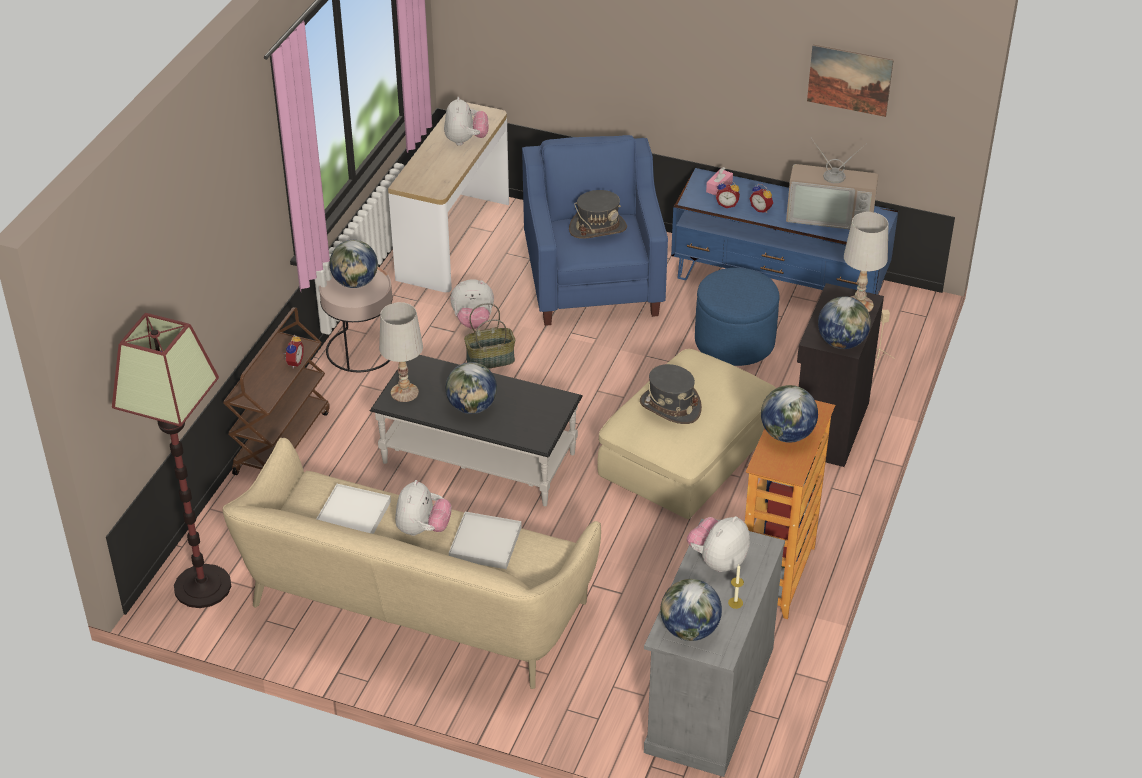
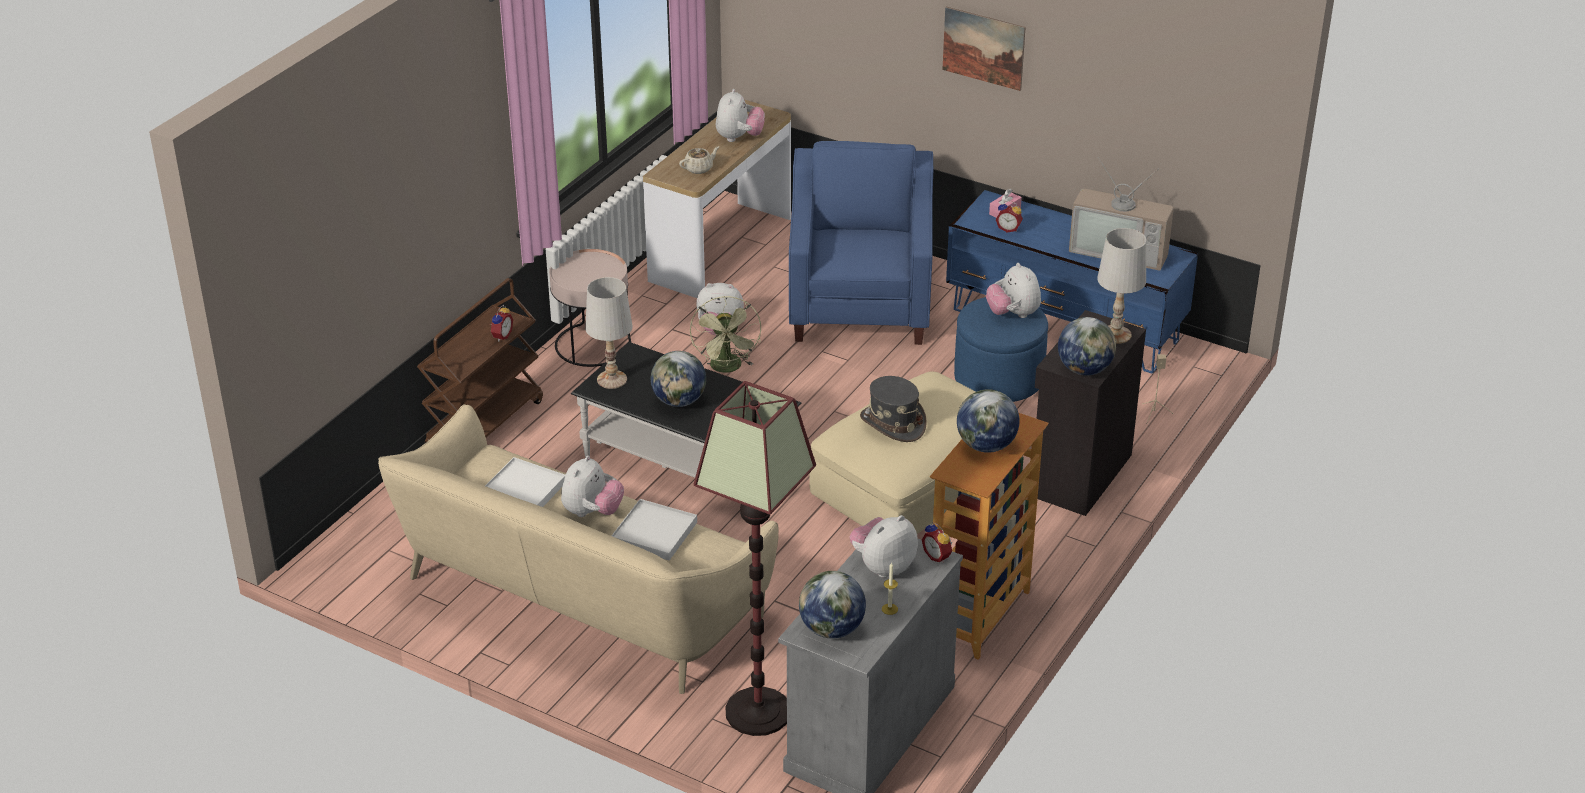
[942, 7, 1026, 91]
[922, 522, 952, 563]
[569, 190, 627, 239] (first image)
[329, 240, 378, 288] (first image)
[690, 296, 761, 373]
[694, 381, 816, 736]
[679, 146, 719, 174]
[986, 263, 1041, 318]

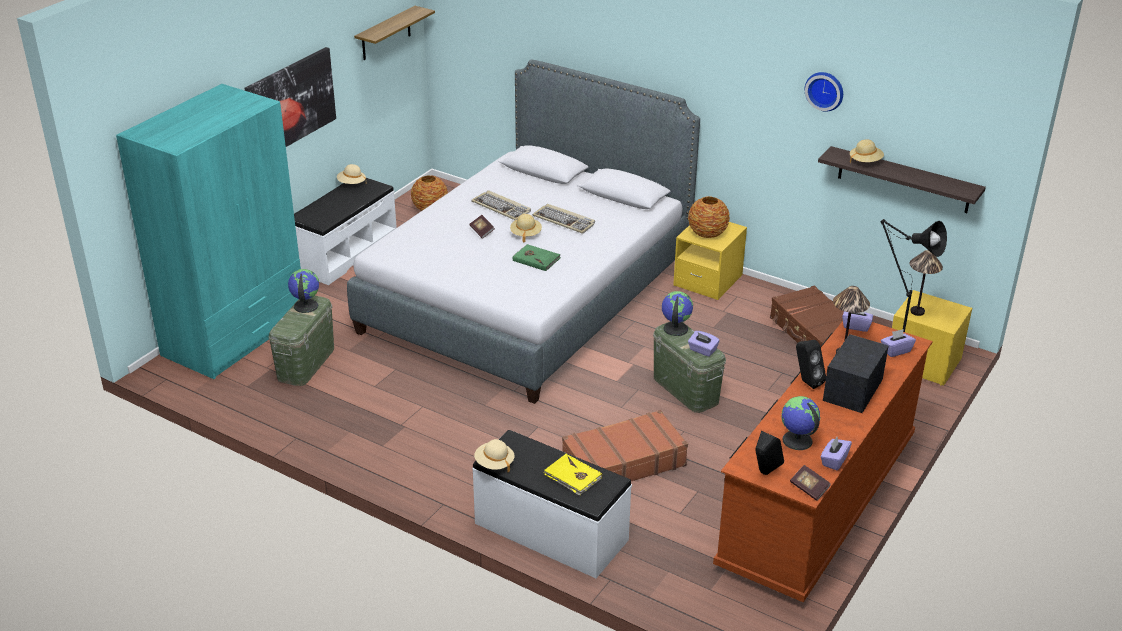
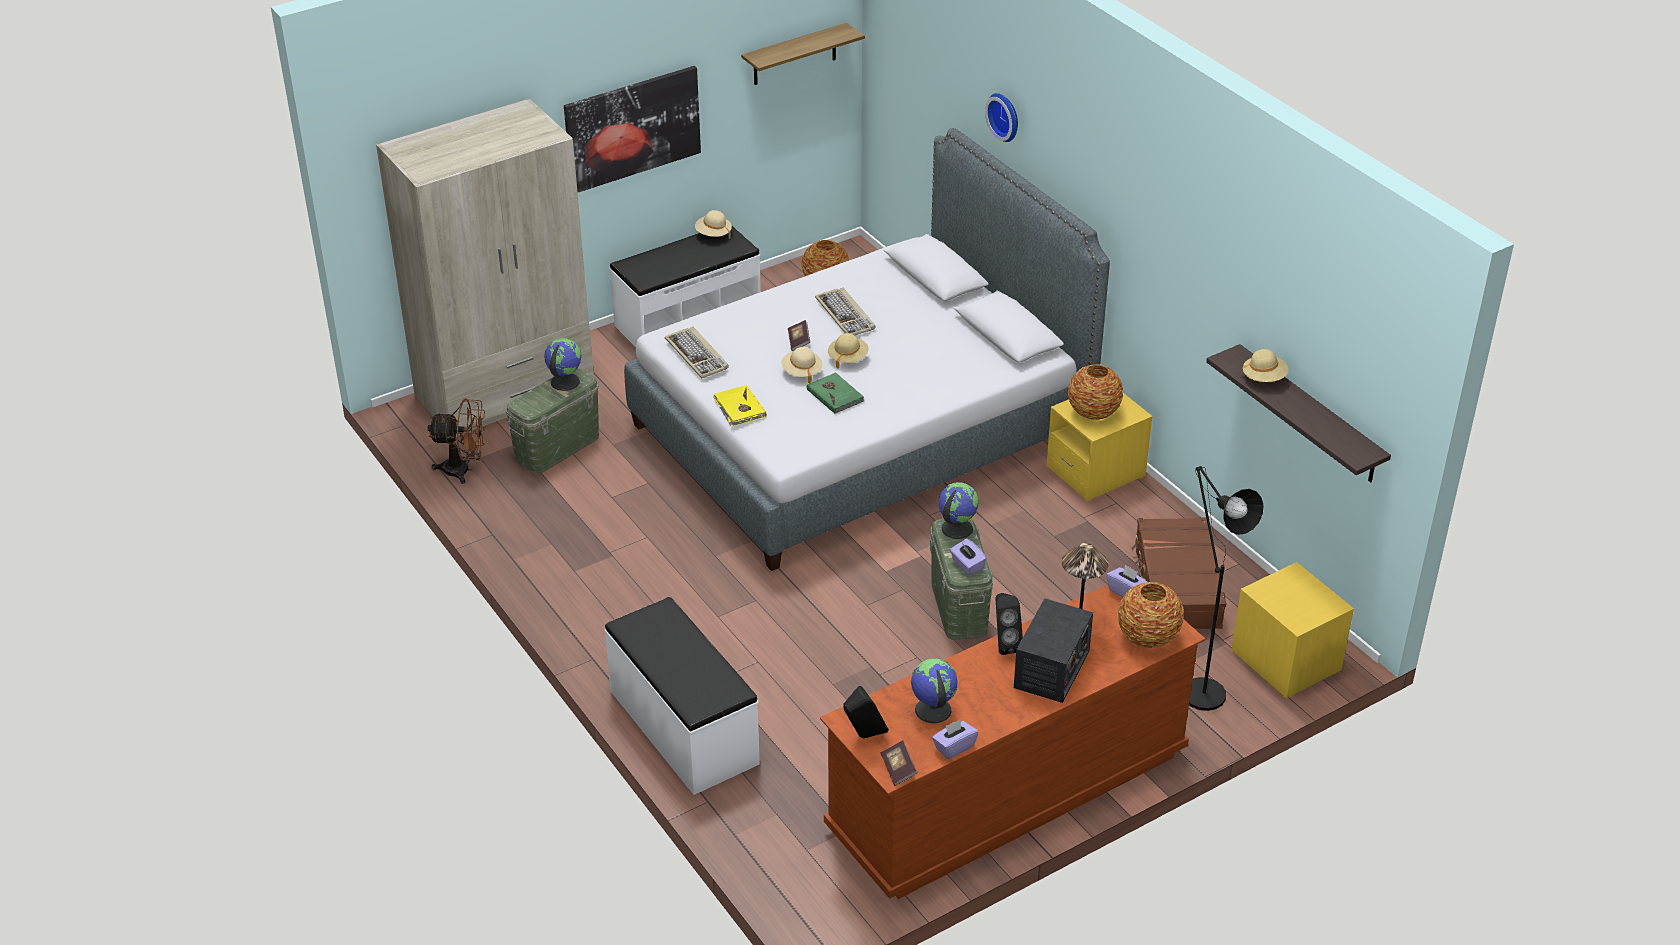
[985, 93, 1018, 142]
[376, 99, 594, 436]
[665, 327, 729, 378]
[910, 250, 943, 316] (first image)
[1117, 582, 1184, 648]
[1014, 598, 1093, 703]
[562, 410, 688, 481] (first image)
[781, 347, 823, 383]
[714, 385, 766, 426]
[427, 398, 486, 484]

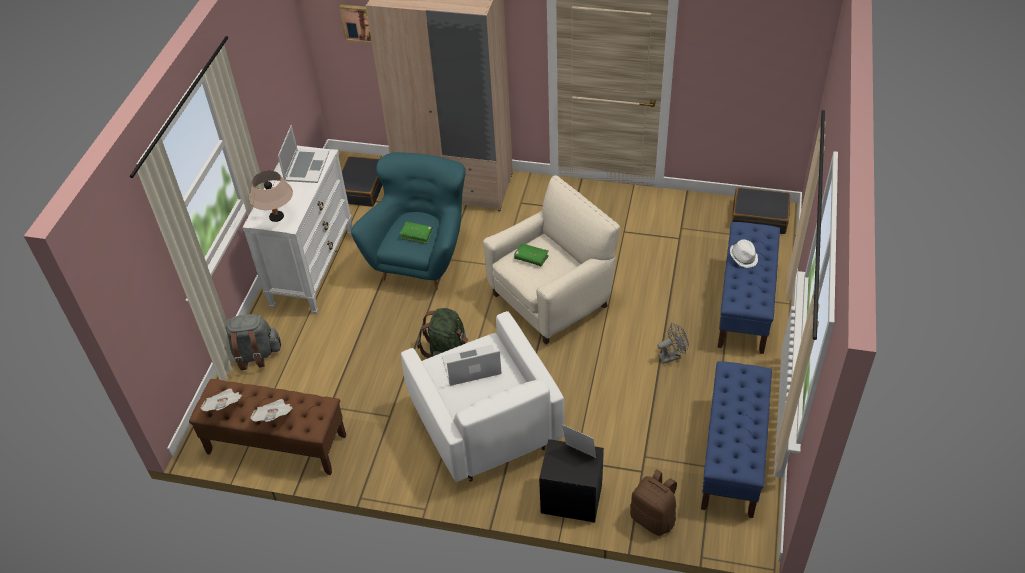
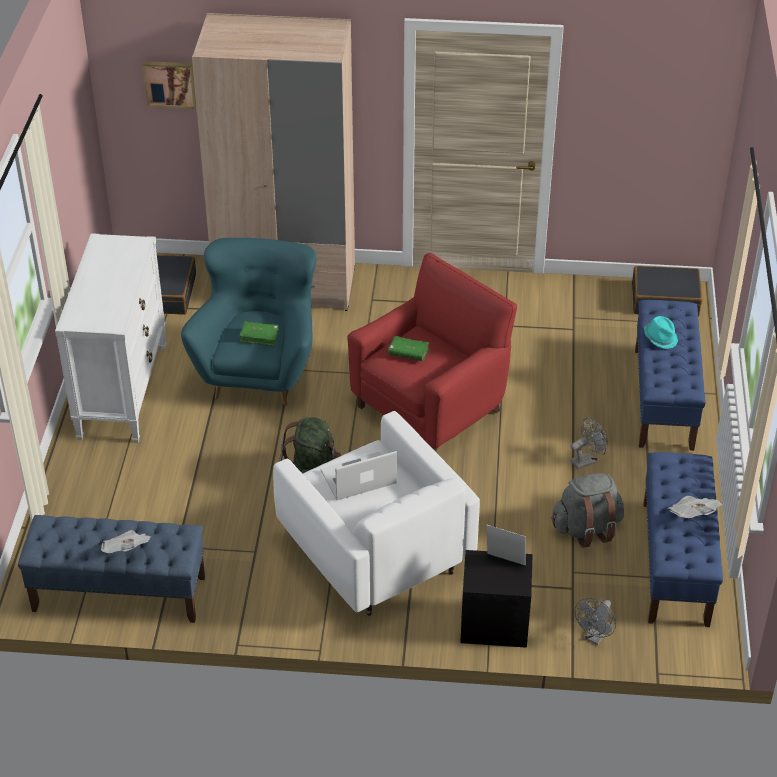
[278, 125, 329, 183] (first image)
[248, 171, 293, 222] (first image)
[348, 253, 517, 452]
[644, 316, 678, 349]
[551, 473, 624, 548]
[18, 515, 205, 623]
[667, 496, 722, 518]
[575, 598, 616, 645]

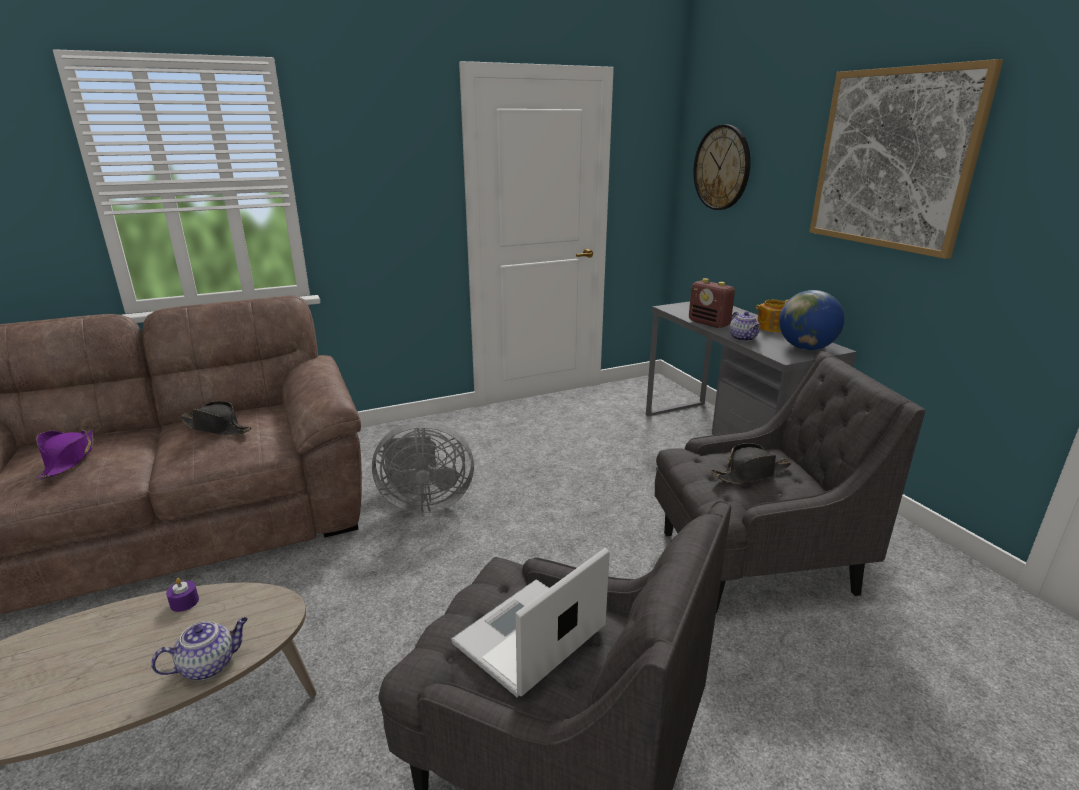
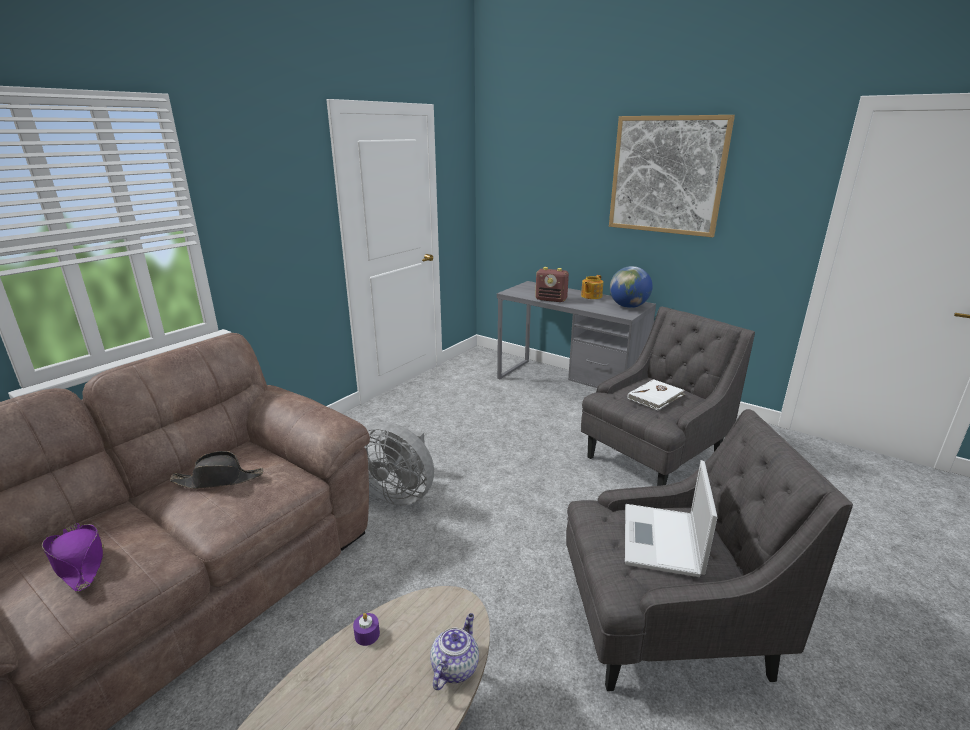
[694, 125, 751, 210] (first image)
[730, 311, 760, 341] (first image)
[365, 422, 434, 505]
[628, 379, 686, 410]

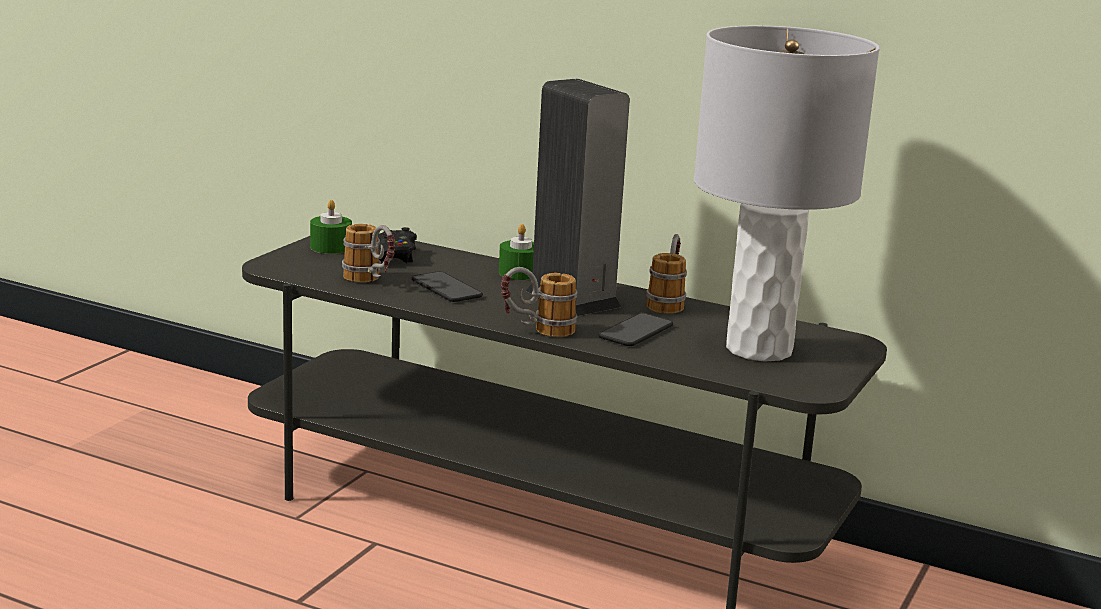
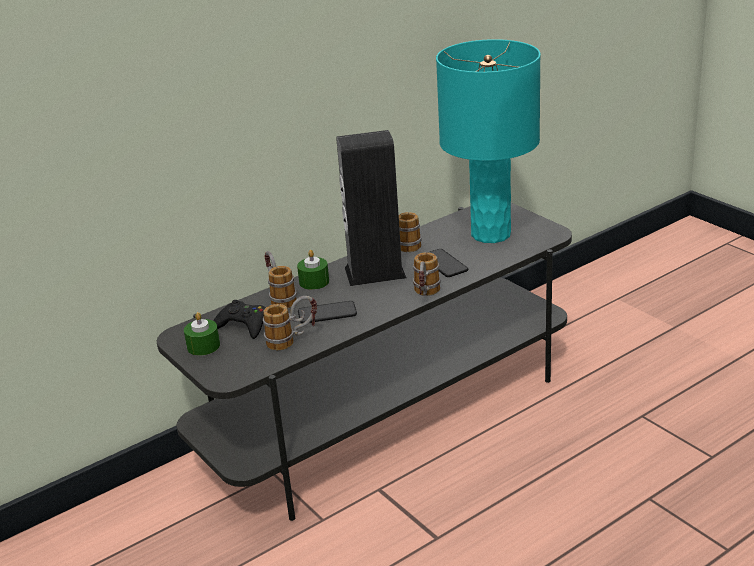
[436, 39, 541, 243]
[264, 251, 297, 308]

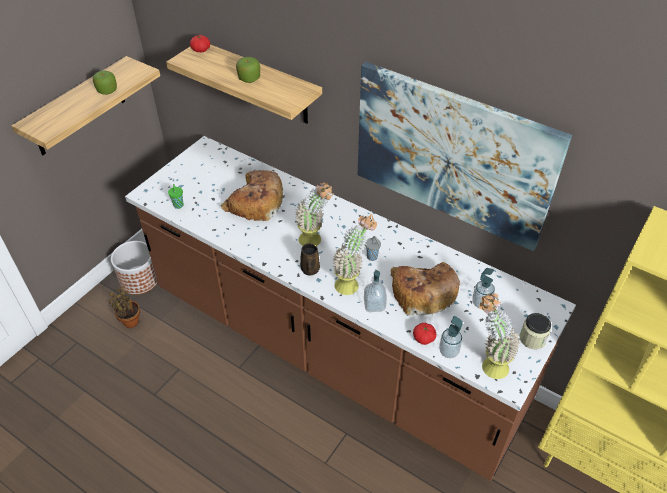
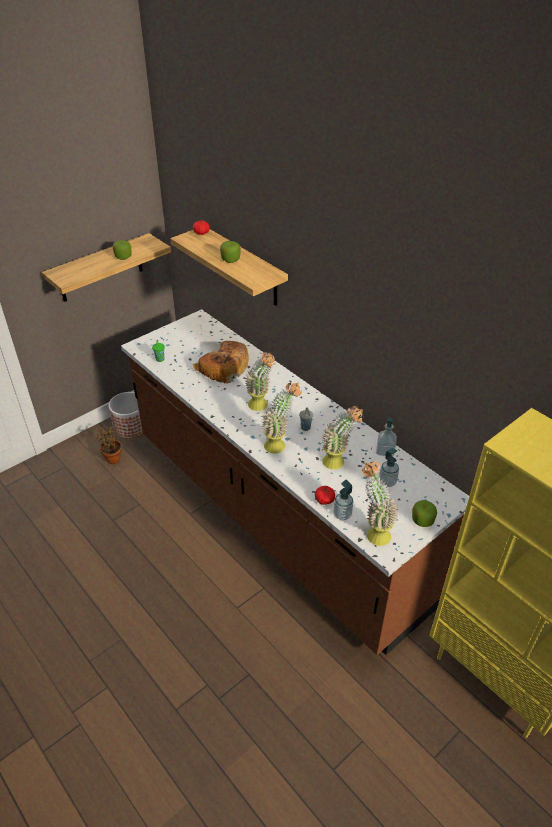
[358, 62, 572, 251] (first image)
[300, 243, 320, 275] (first image)
[322, 406, 363, 469]
[376, 418, 397, 456]
[412, 500, 437, 527]

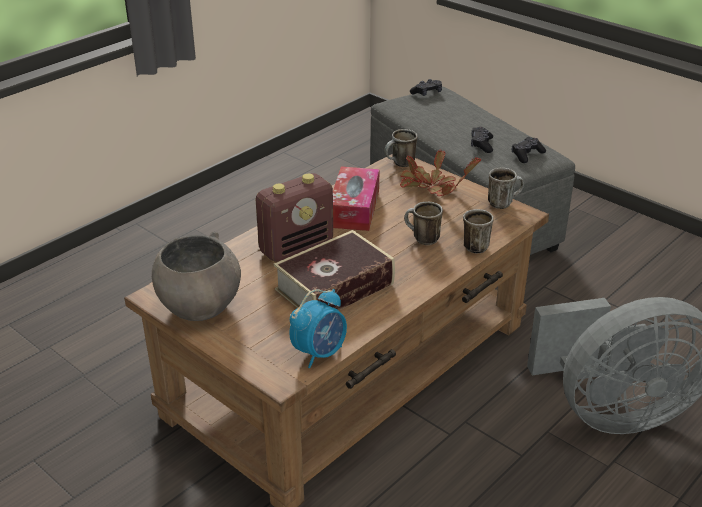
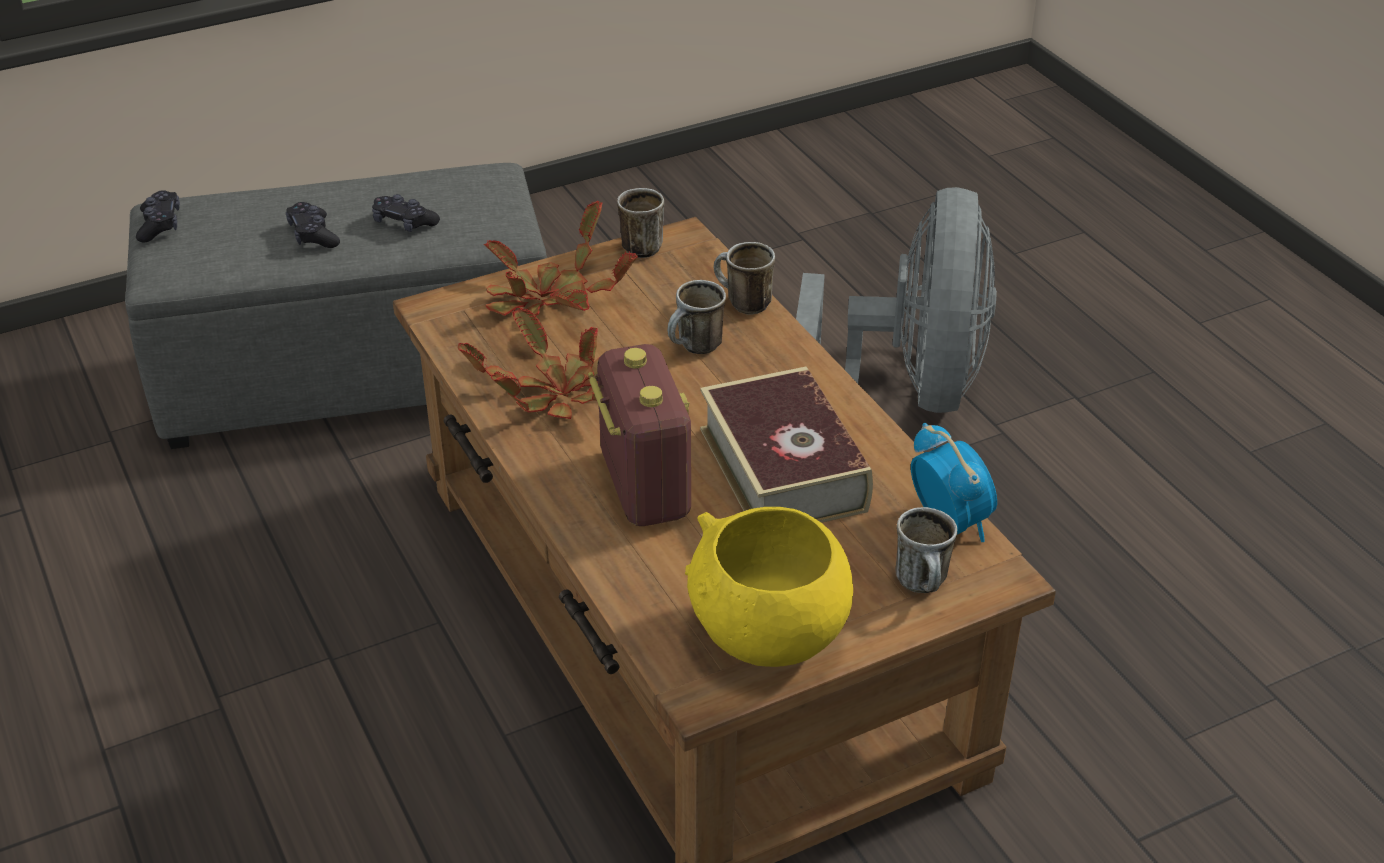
[895, 507, 957, 593]
[286, 202, 340, 248]
[458, 307, 599, 419]
[685, 507, 853, 667]

